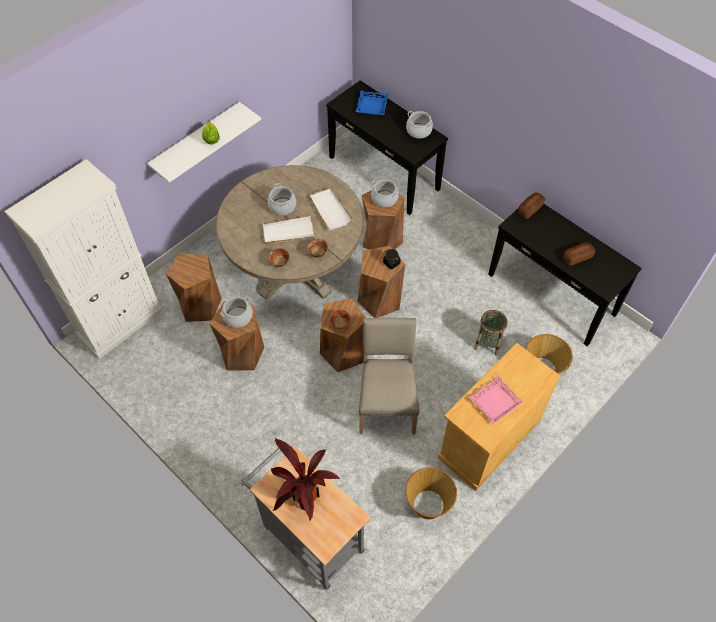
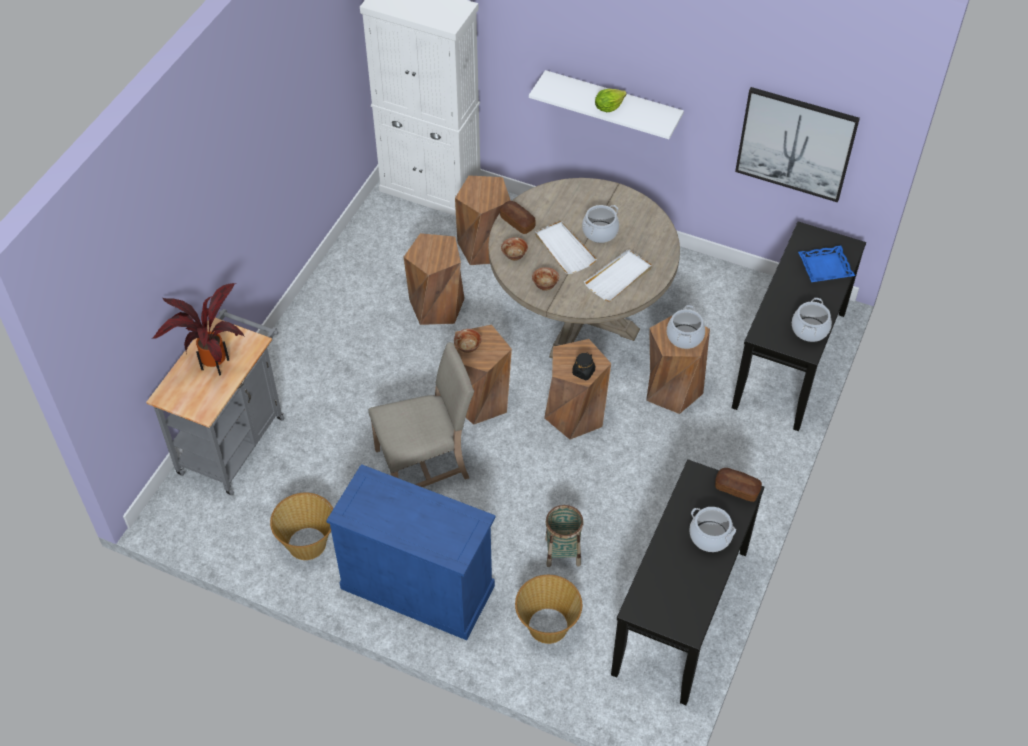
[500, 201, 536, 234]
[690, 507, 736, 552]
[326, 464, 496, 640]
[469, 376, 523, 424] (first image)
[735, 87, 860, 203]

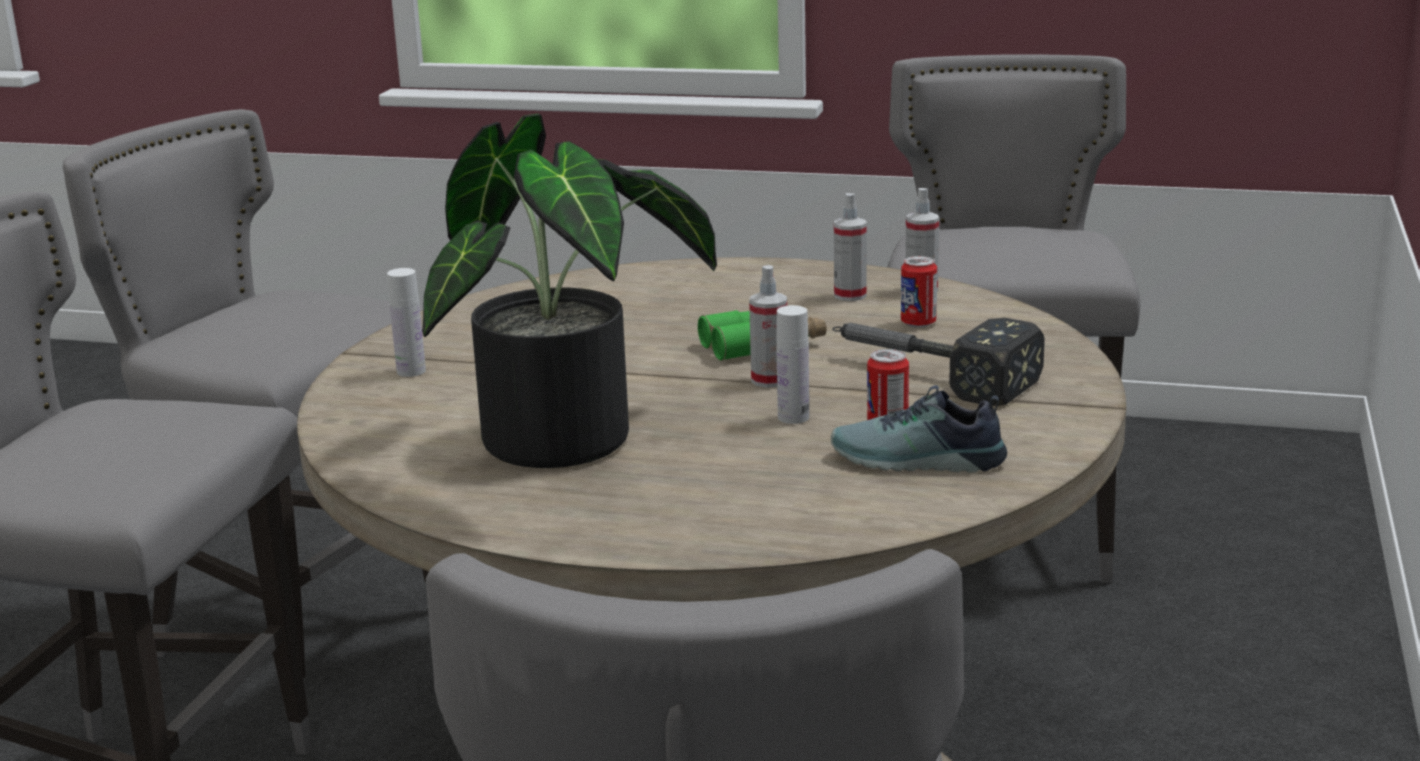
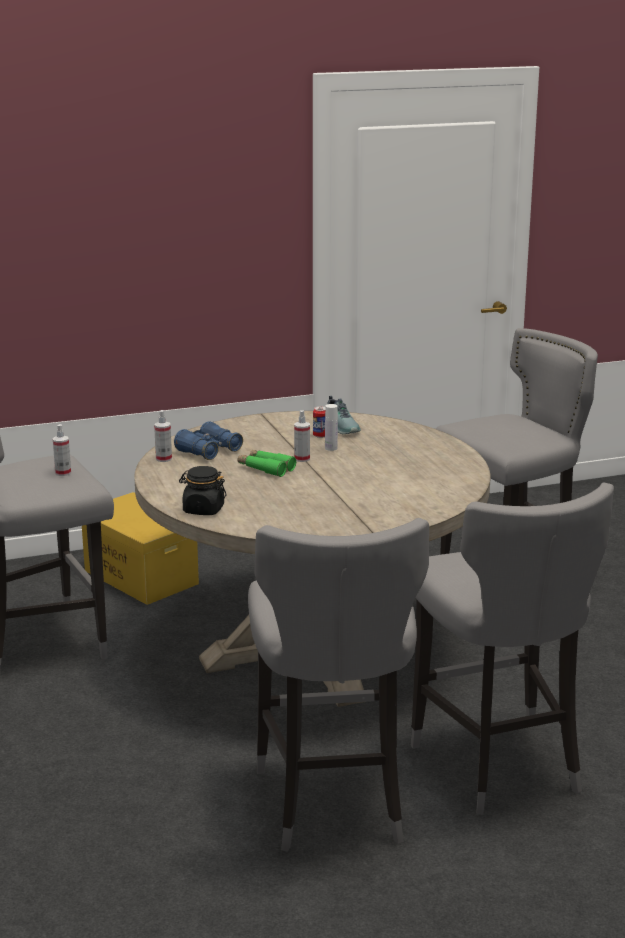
[422, 113, 717, 468] (first image)
[53, 424, 71, 476]
[174, 422, 243, 460]
[387, 268, 426, 377] (first image)
[832, 318, 1045, 406] (first image)
[179, 466, 227, 515]
[82, 492, 199, 605]

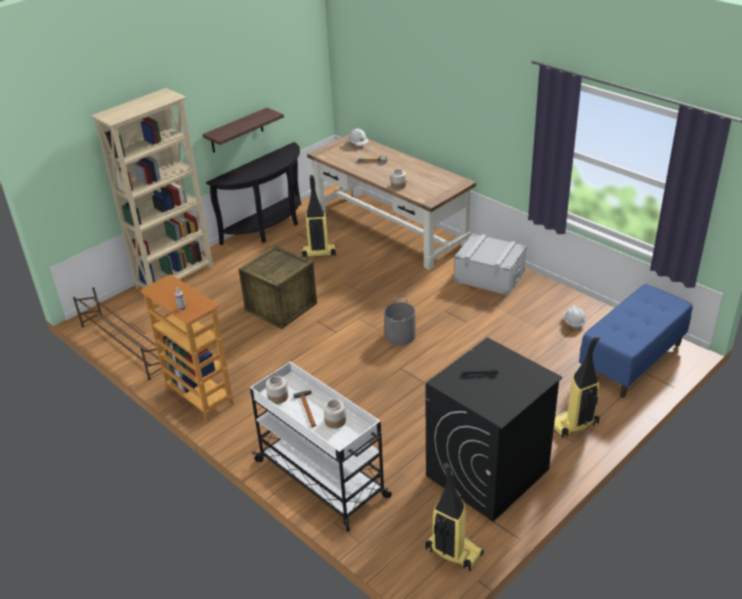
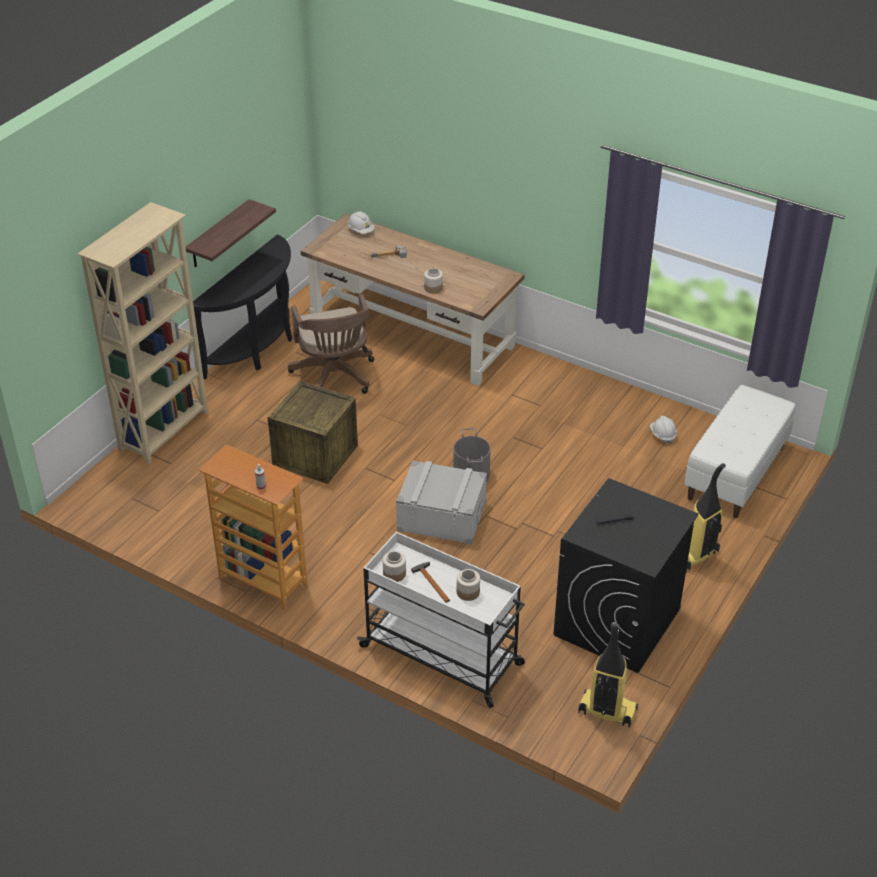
[288, 294, 374, 394]
[396, 460, 487, 544]
[685, 385, 796, 518]
[73, 287, 167, 380] (first image)

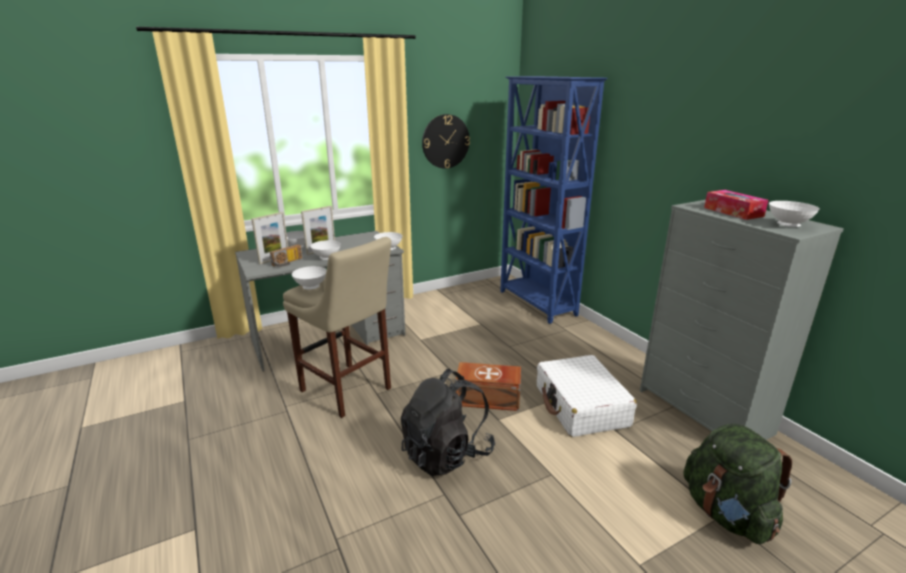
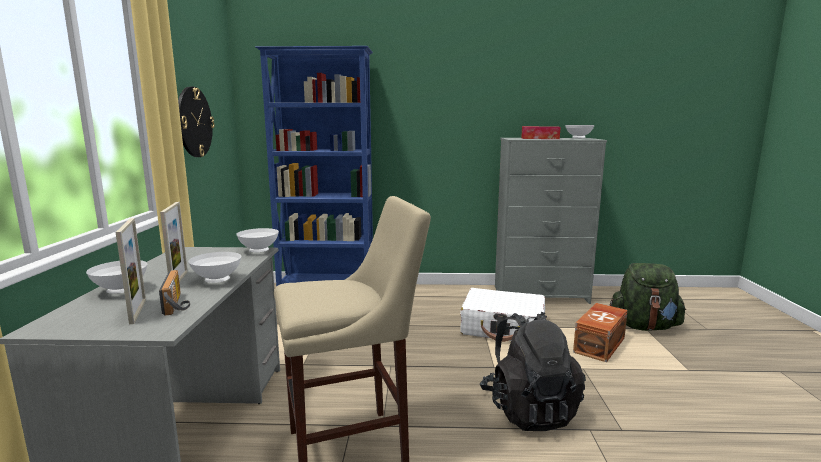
[291, 266, 327, 290] (first image)
[573, 303, 628, 362]

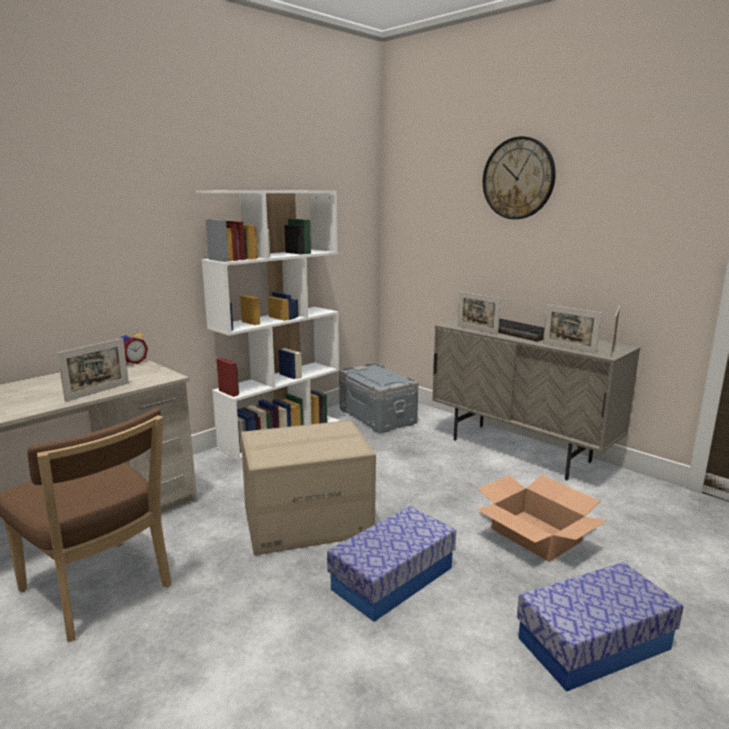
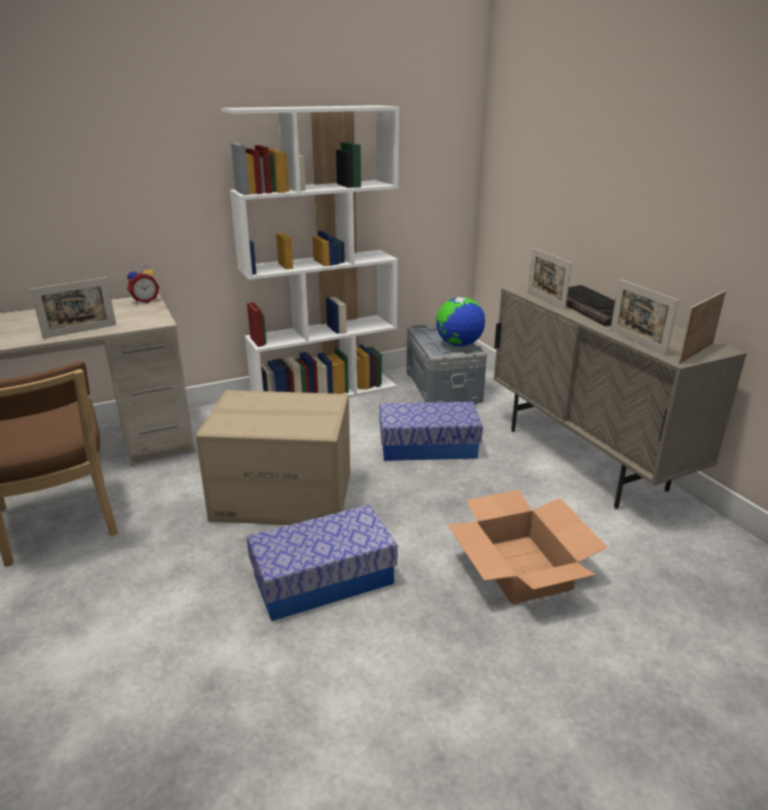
[483, 136, 556, 219] (first image)
[380, 402, 483, 461]
[436, 297, 485, 347]

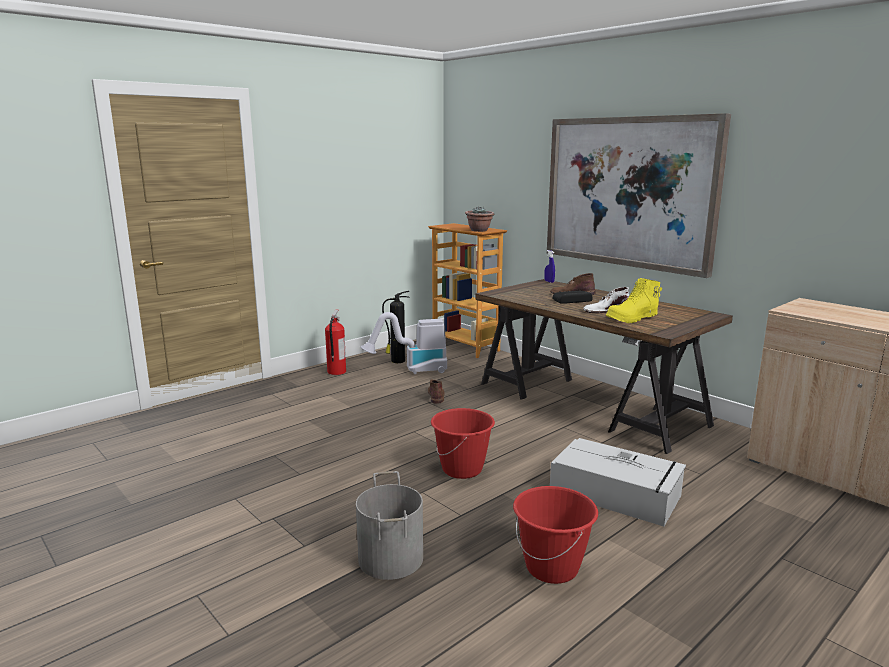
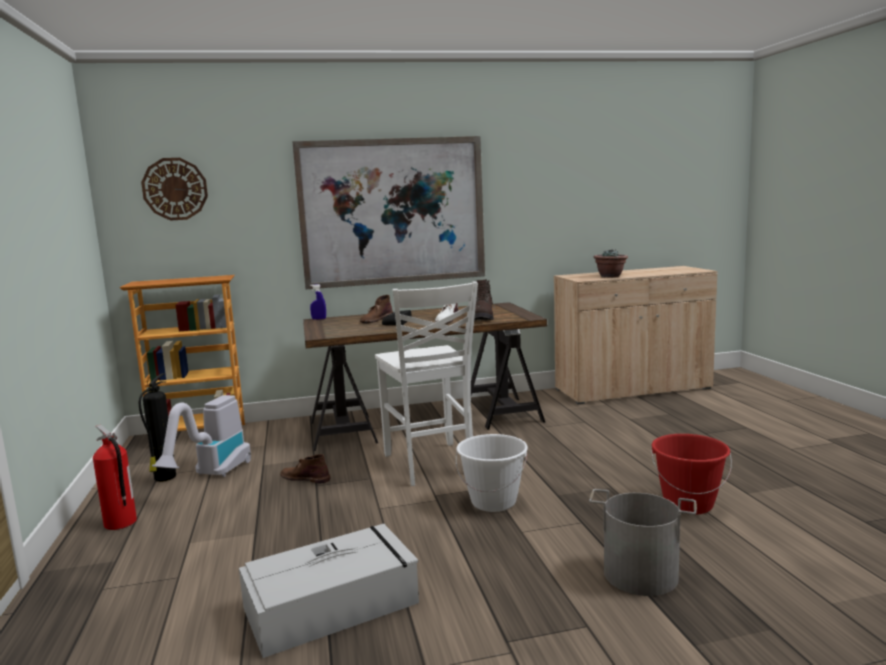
[594, 249, 628, 277]
[474, 279, 495, 321]
[456, 434, 528, 512]
[239, 524, 419, 658]
[141, 158, 208, 220]
[375, 281, 478, 486]

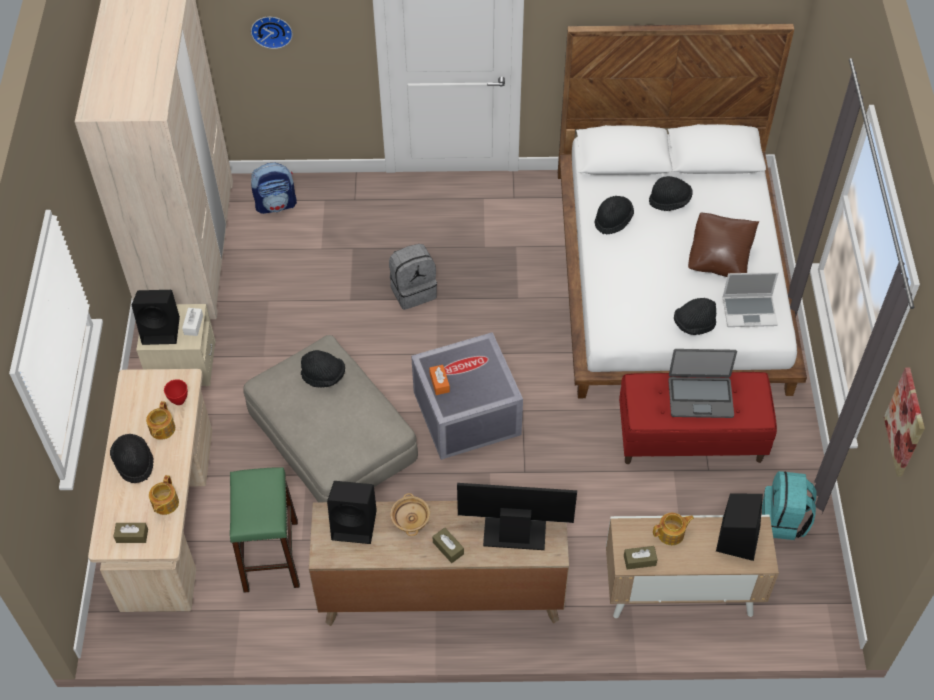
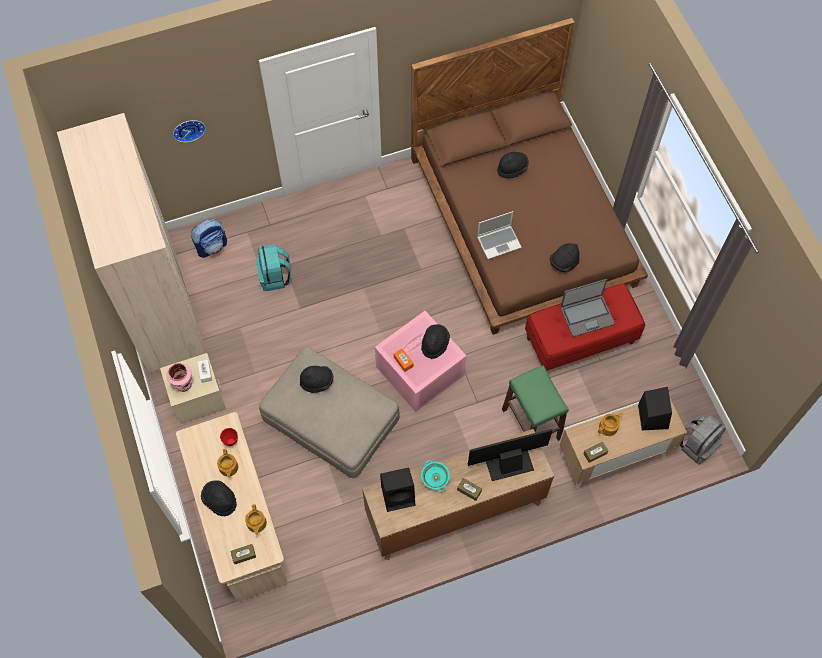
[411, 18, 648, 335]
[421, 324, 450, 359]
[688, 213, 759, 277] (first image)
[680, 415, 726, 465]
[477, 211, 522, 259]
[166, 363, 192, 392]
[375, 311, 466, 412]
[884, 367, 925, 477] (first image)
[502, 365, 569, 441]
[256, 244, 291, 291]
[421, 460, 450, 492]

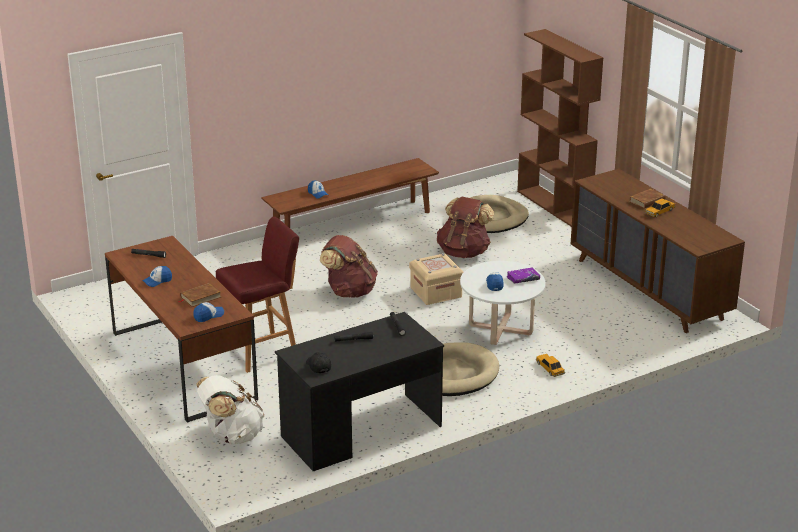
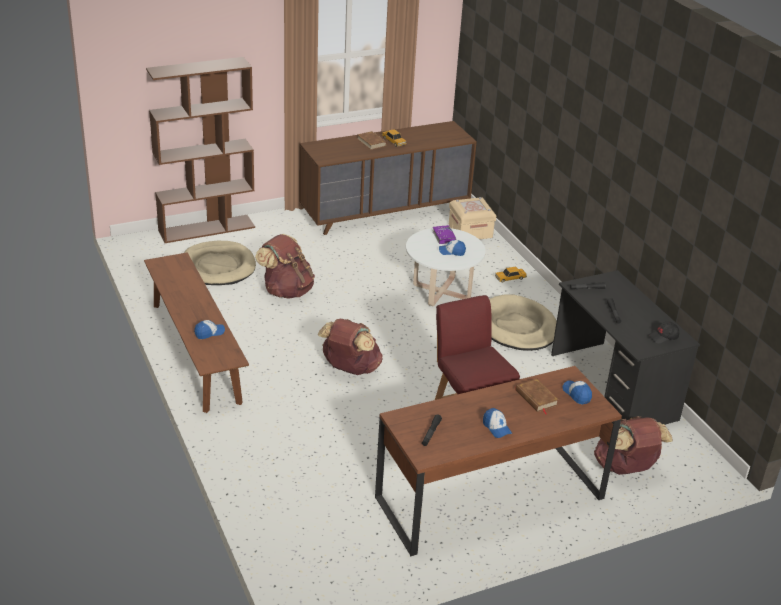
[449, 197, 496, 239]
[594, 416, 673, 475]

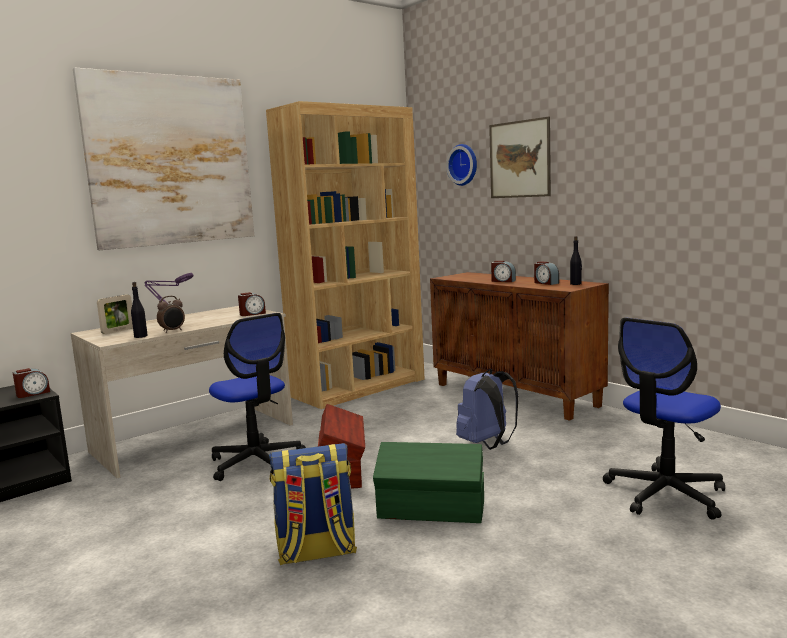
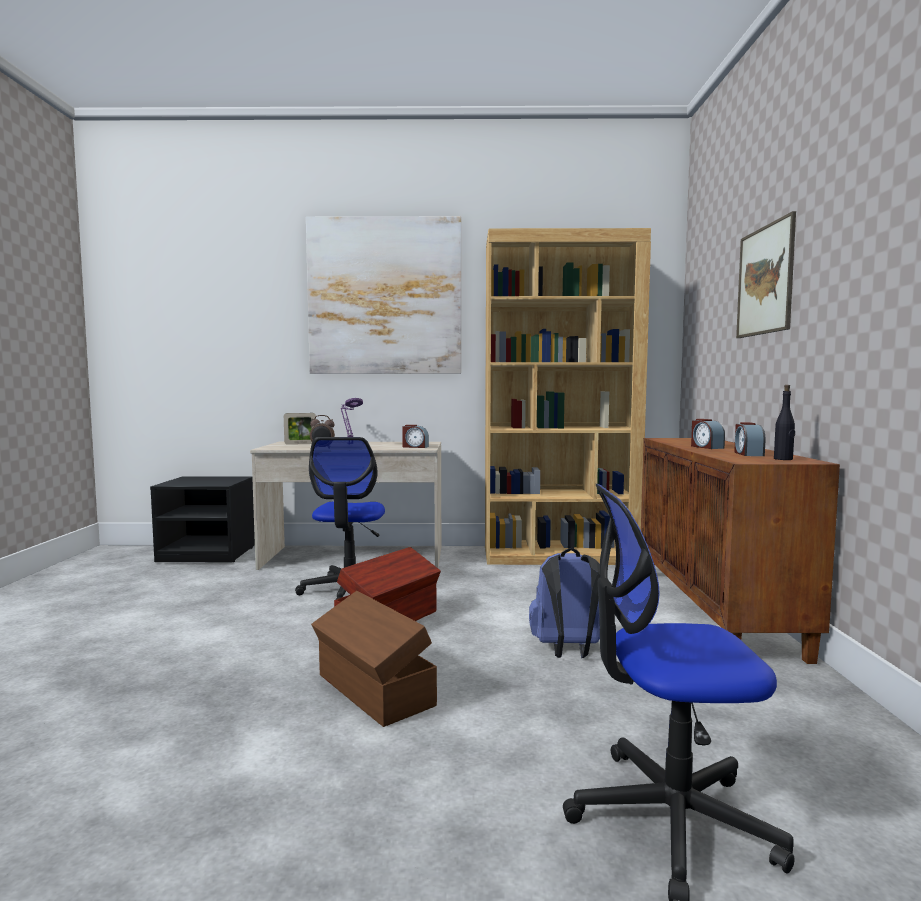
[446, 144, 477, 186] (first image)
[131, 282, 148, 338] (first image)
[13, 368, 50, 398] (first image)
[311, 591, 437, 727]
[269, 443, 357, 565] (first image)

